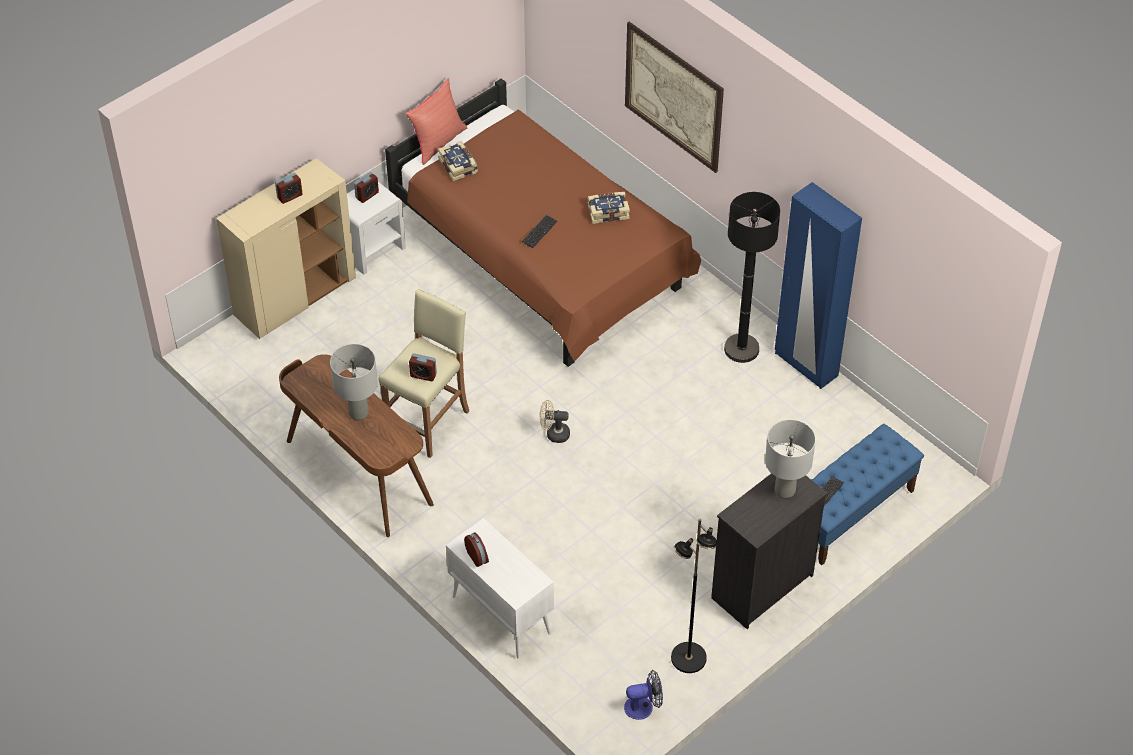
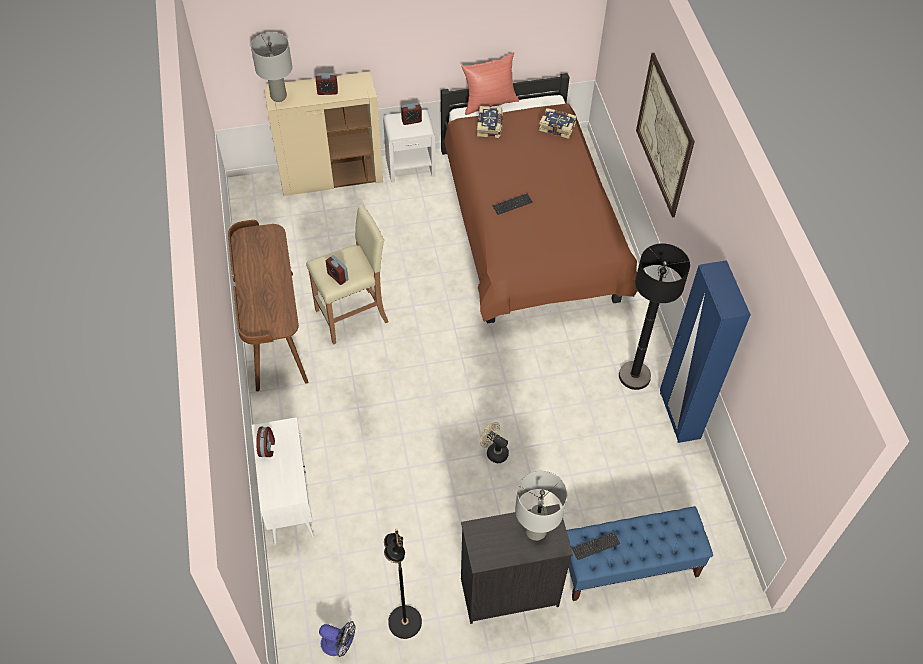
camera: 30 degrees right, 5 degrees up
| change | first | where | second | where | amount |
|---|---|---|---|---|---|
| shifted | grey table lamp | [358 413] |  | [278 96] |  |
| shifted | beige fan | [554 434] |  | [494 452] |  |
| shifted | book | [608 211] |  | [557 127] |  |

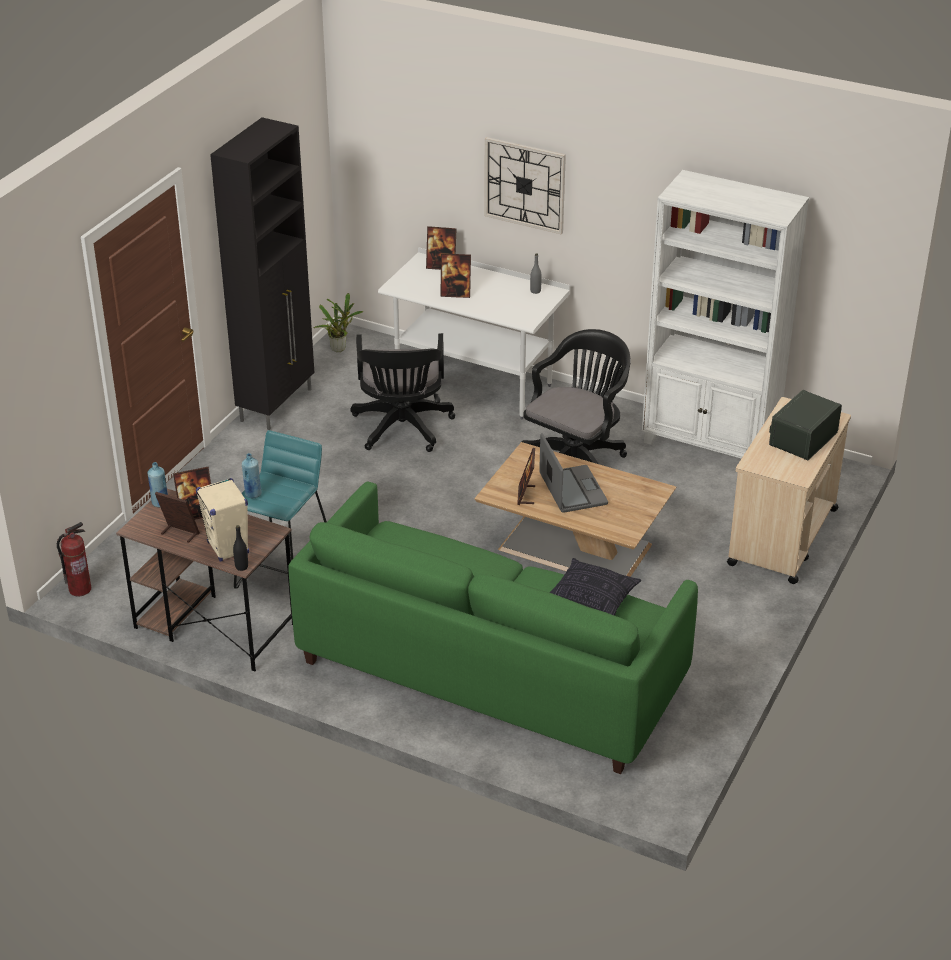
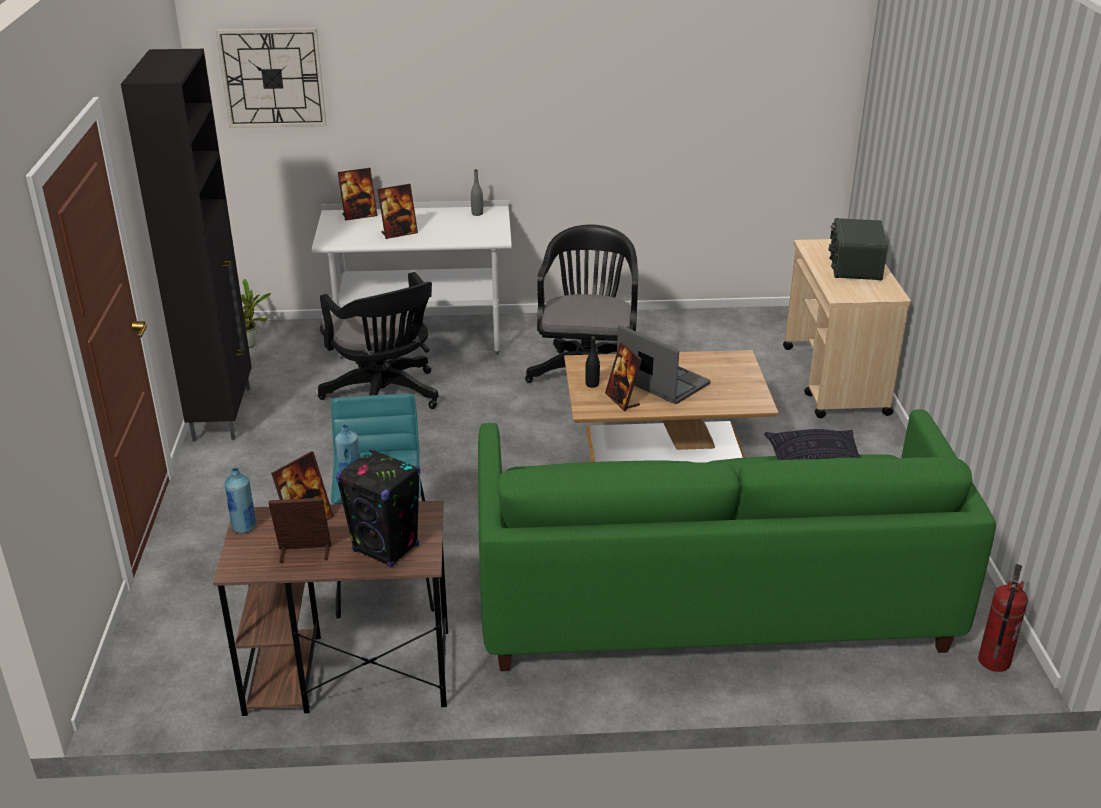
camera: 30 degrees left, 5 degrees down
| change | first | where | second | where | amount |
|---|---|---|---|---|---|
| shifted | wall clock | [524 185] |  | [272 78] |  |
| repainted | beige speaker | [228 548] | black speaker | [386 549] |  |
| shifted | black bottle | [241 567] |  | [592 384] |  |
| shifted | fire extinguisher | [80 589] |  | [993 661] |  |
| gone | white bookcase | [710 444] |  |  |  |

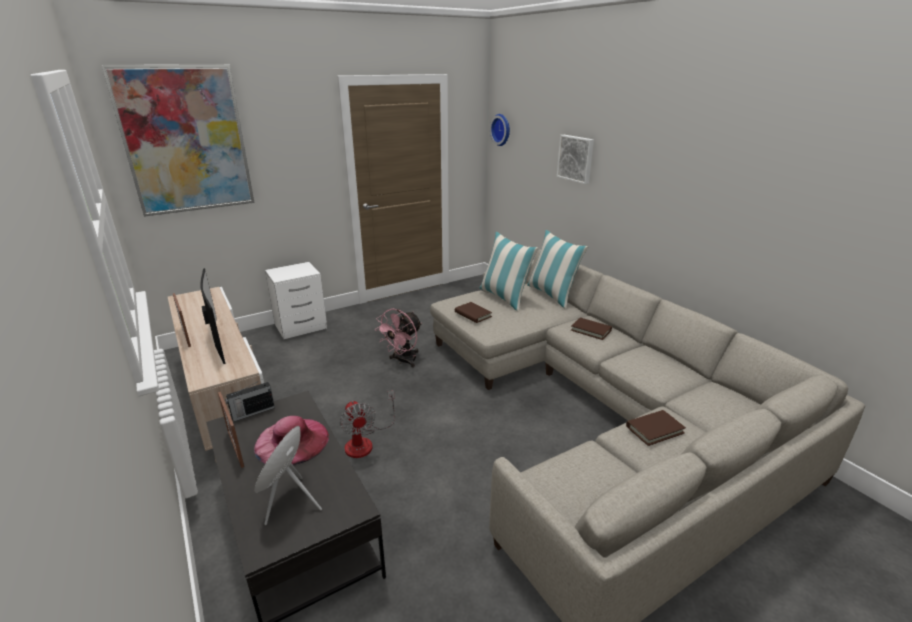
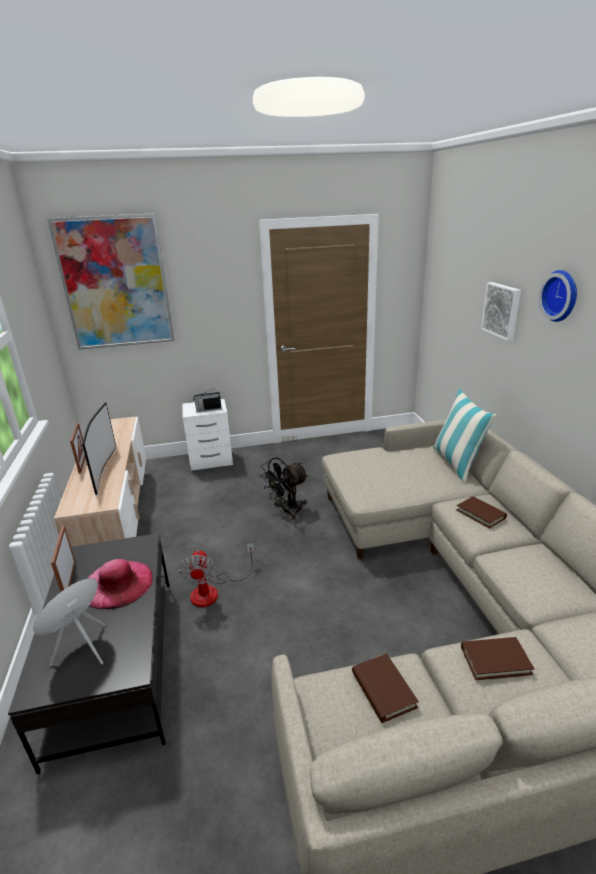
camera: 20 degrees right, 0 degrees up
| change | first | where | second | where | amount |
|---|---|---|---|---|---|
| shifted | radio | [252 412] |  | [208 410] |  |
| repainted | pink fan | [403 361] | black fan | [287 511] |  |
| shifted | brown book | [473 314] |  | [383 689] |  |
| shifted | wall clock | [502 129] |  | [561 295] |  |
| gone | pillow | [504 297] |  |  |  |

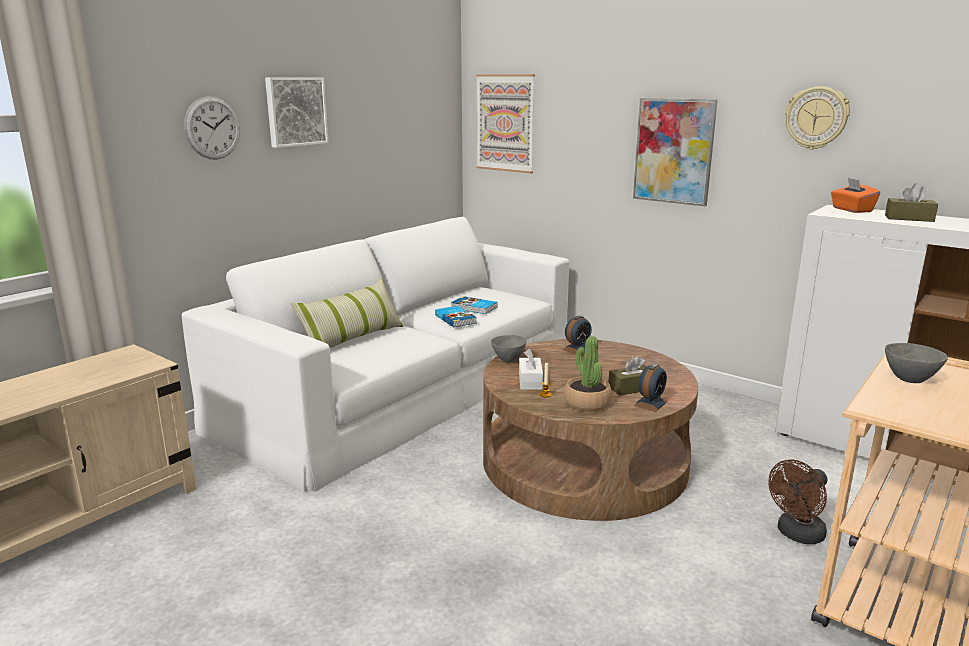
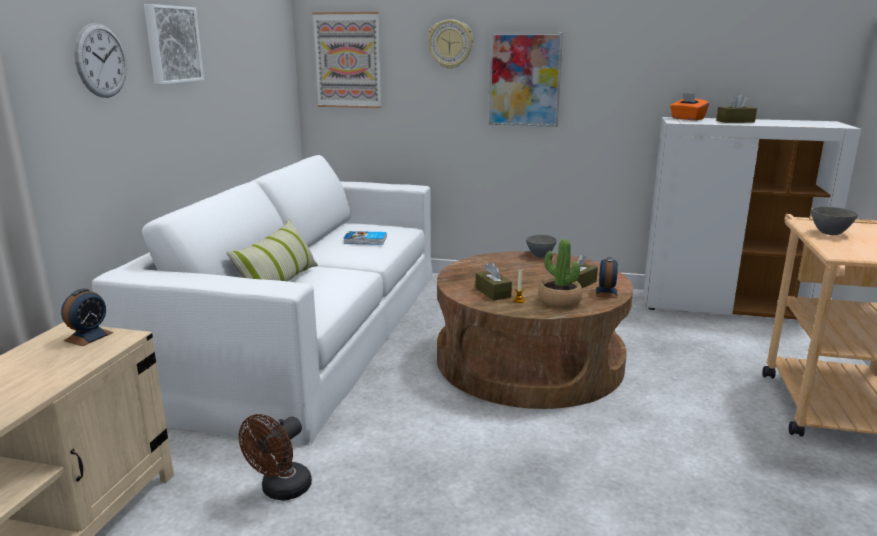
camera: 25 degrees left, 0 degrees up
| change | first | where | second | where | amount |
|---|---|---|---|---|---|
| shifted | alarm clock | [577 349] |  | [88 336] |  |
| shifted | brown fan | [796 535] |  | [281 491] |  |
| shifted | wall clock | [816 118] |  | [450 44] |  |
| repainted | white tissue box | [530 381] | brown tissue box | [493 292] |  |
| shifted | grey bowl | [508 359] |  | [540 255] |  |
| gone | book | [456 319] |  |  |  |

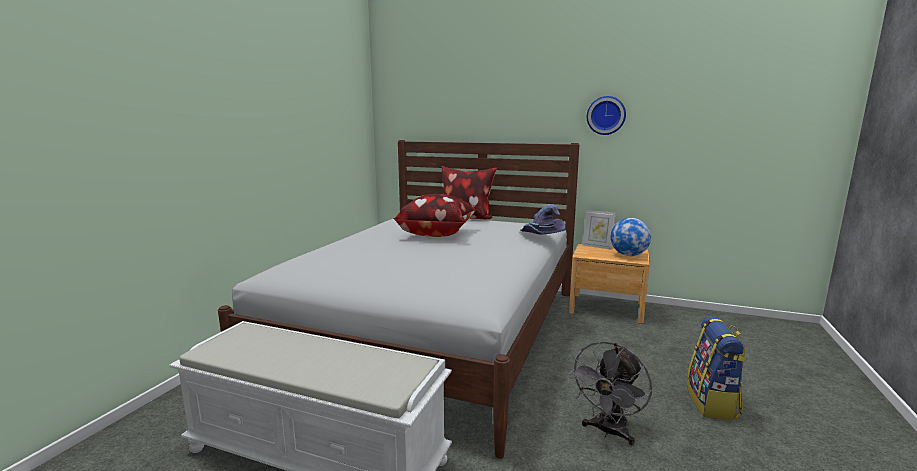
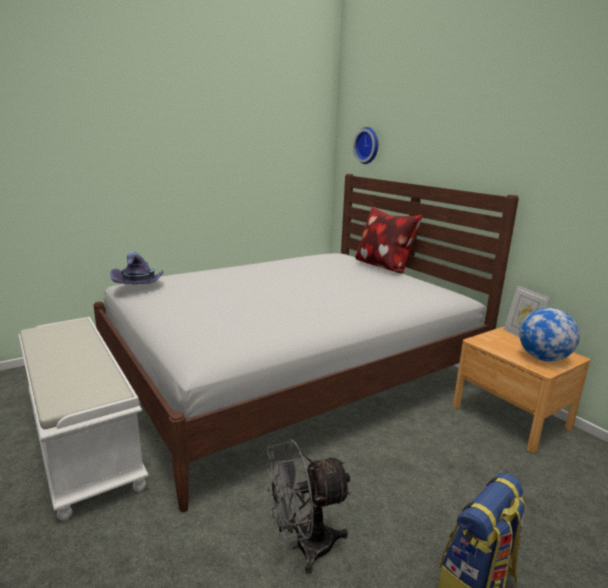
camera: 35 degrees right, 5 degrees up
| change | first | where | second | where | amount |
|---|---|---|---|---|---|
| shifted | purple hat | [541 236] |  | [139 285] |  |
| shifted | wall clock | [606 115] |  | [368 145] |  |
| gone | pillow | [436 234] |  |  |  |

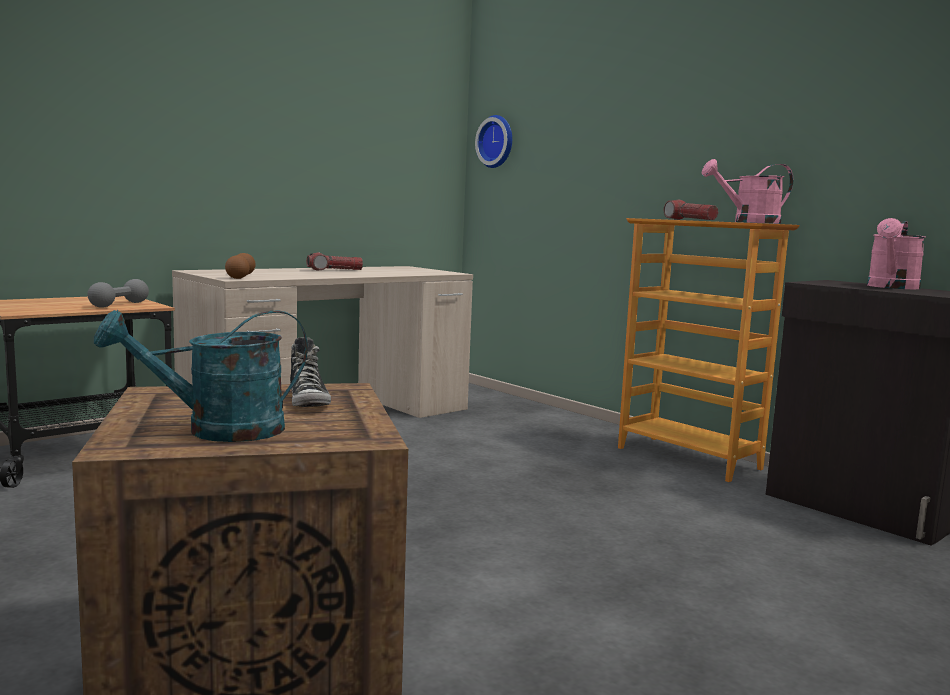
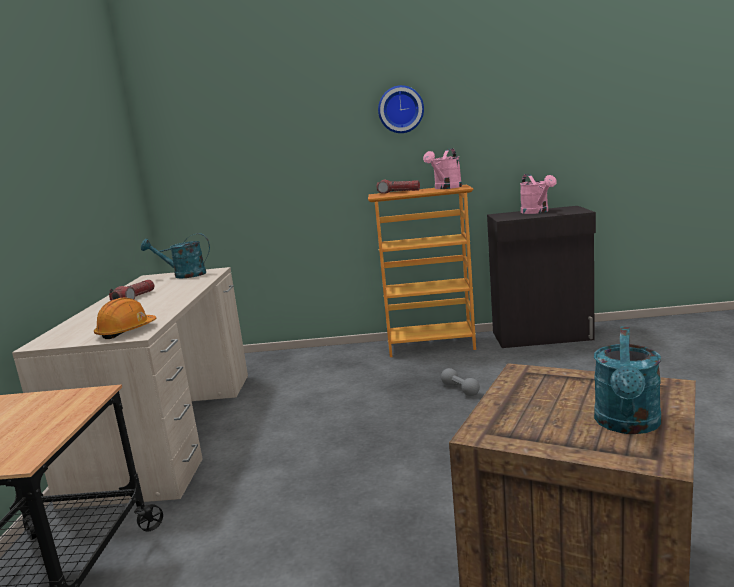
camera: 45 degrees left, 5 degrees up
| change | first | where | second | where | amount |
|---|---|---|---|---|---|
| swapped | brown dumbbell | [240 276] | orange hard hat | [126 331] |  |
| new |  |  | turquoise watering can | [184 275] |  |
| shifted | wall clock | [497 142] |  | [400 109] |  |
| shifted | grey dumbbell | [119 305] |  | [460 389] |  |
| gone | shoe | [308 401] |  |  |  |

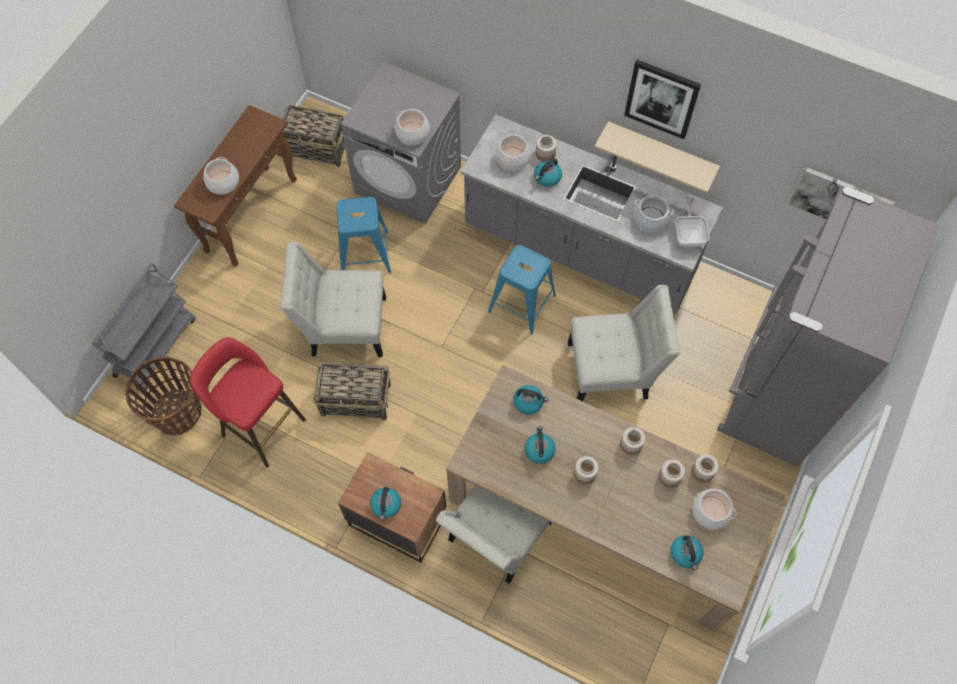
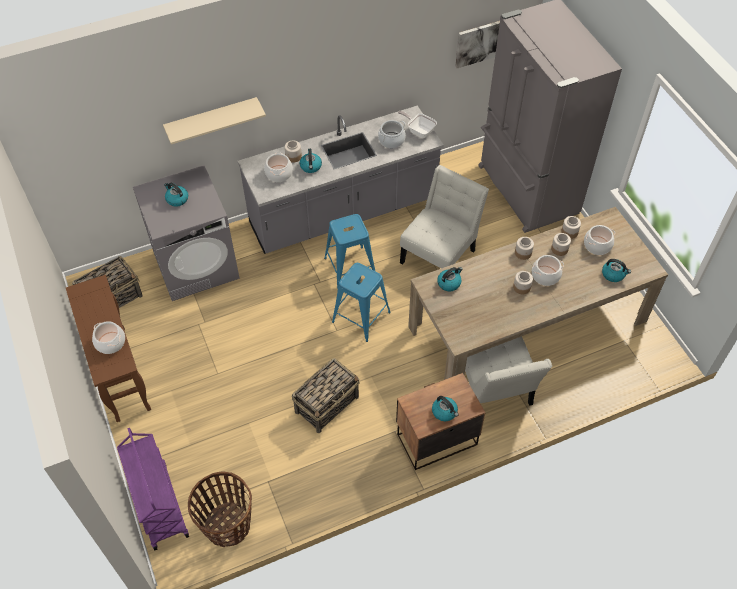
camera: 50 degrees left, 10 degrees down
| change | first | where | second | where | amount |
|---|---|---|---|---|---|
| repainted | grey cart | [155 346] | purple cart | [159 505] |  |
| shifted | beige shelf | [661 153] |  | [212 120] |  |
| shifted | kettle | [539 450] |  | [177 199] |  |
| shifted | blue stool | [364 254] |  | [361 317] |  |
| shifted | cooking pot | [413 133] |  | [545 275] |  |
| gone | red stool | [259 425] |  |  |  |
| gone | white chair | [343 325] |  |  |  |
| gone | picture | [661 98] |  |  |  |

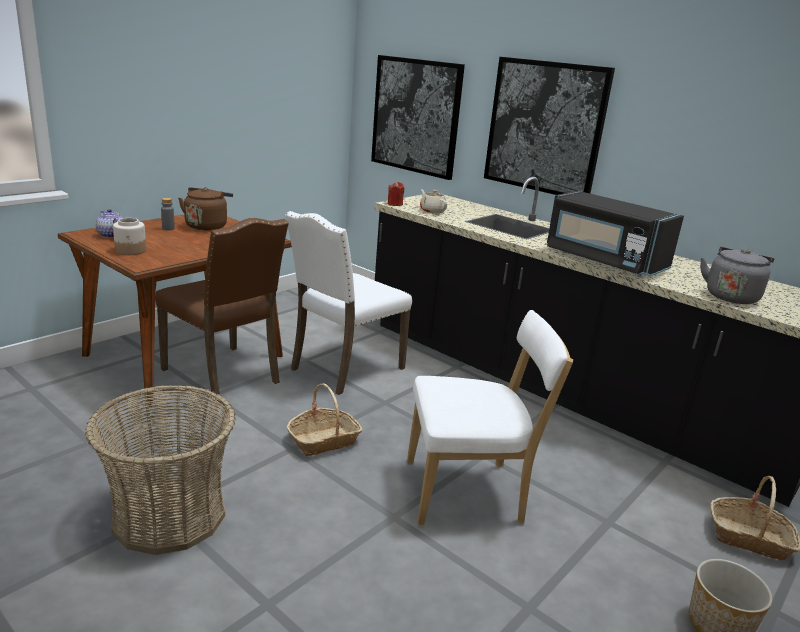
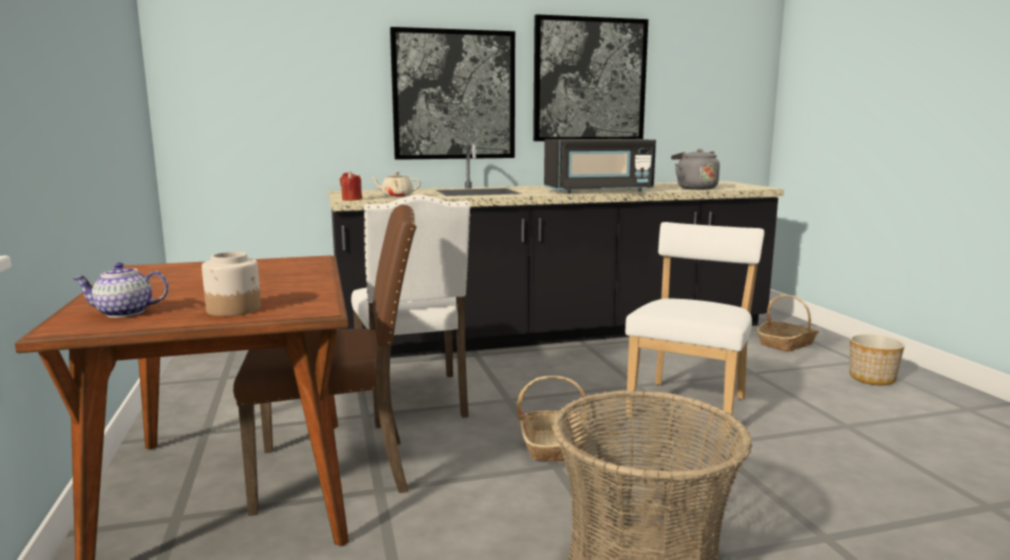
camera: 55 degrees left, 10 degrees down
| change | first | where | second | where | amount |
|---|---|---|---|---|---|
| shifted | picture | [416 116] |  | [589 80] |  |
| gone | grey bottle | [168 228] |  |  |  |
| gone | brown kettle | [207 226] |  |  |  |

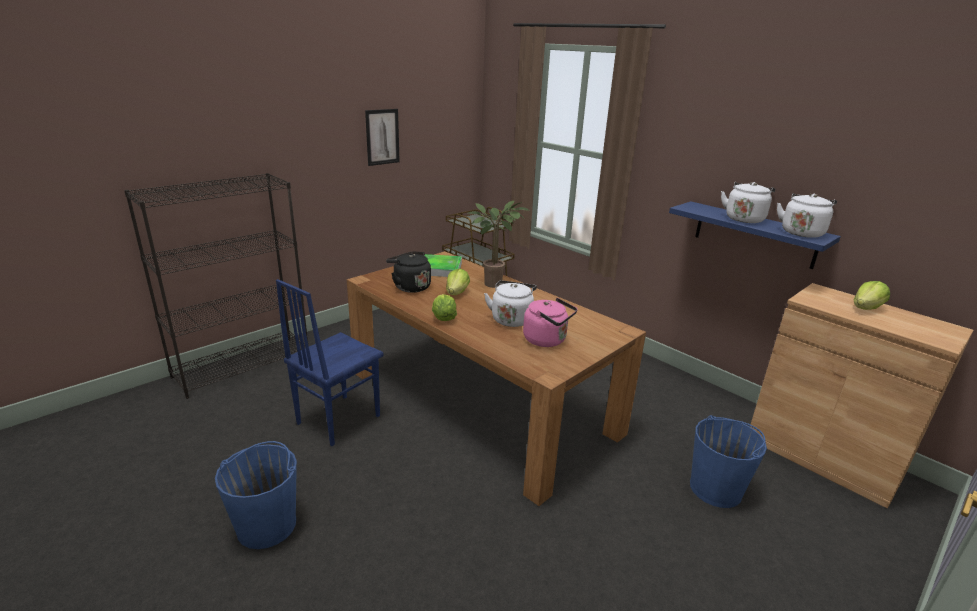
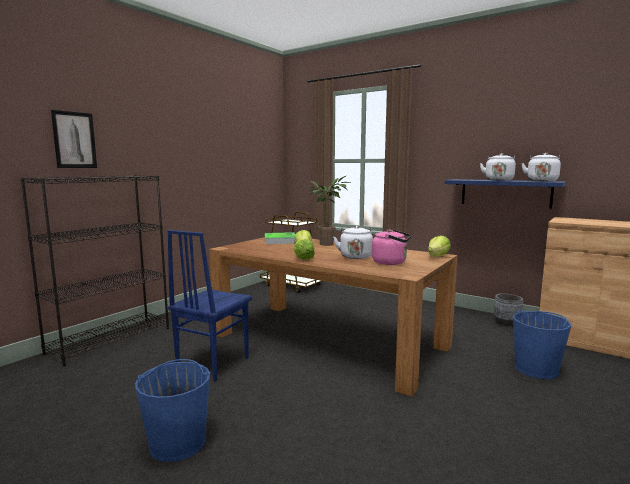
camera: 10 degrees left, 15 degrees down
| change | first | where | second | where | amount |
|---|---|---|---|---|---|
| shifted | picture | [382 137] |  | [74 140] |  |
| shifted | lettuce | [866 308] |  | [438 256] |  |
| new |  |  | grey planter | [506 322] |  |
| gone | black kettle | [410 287] |  |  |  |

